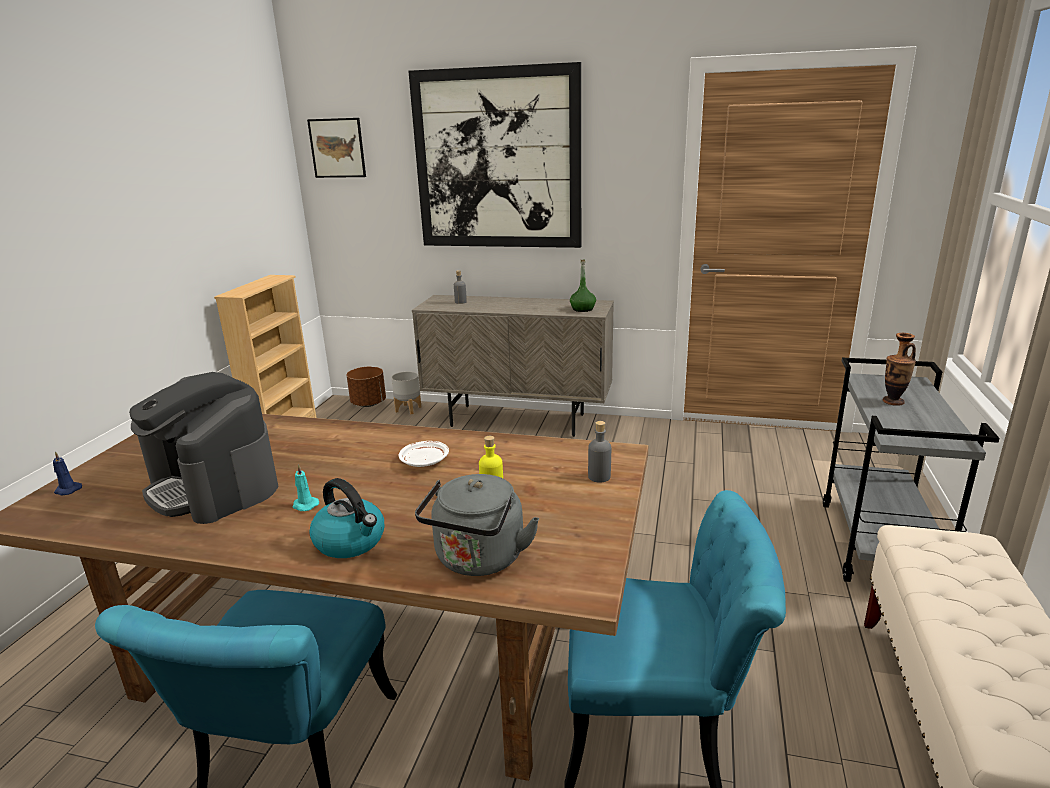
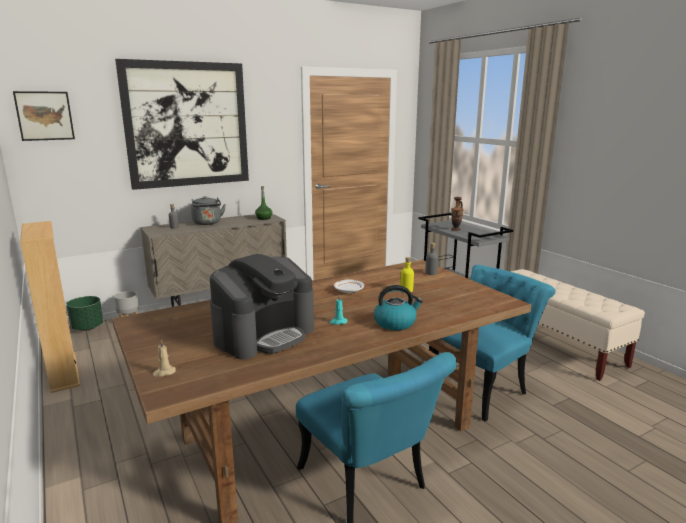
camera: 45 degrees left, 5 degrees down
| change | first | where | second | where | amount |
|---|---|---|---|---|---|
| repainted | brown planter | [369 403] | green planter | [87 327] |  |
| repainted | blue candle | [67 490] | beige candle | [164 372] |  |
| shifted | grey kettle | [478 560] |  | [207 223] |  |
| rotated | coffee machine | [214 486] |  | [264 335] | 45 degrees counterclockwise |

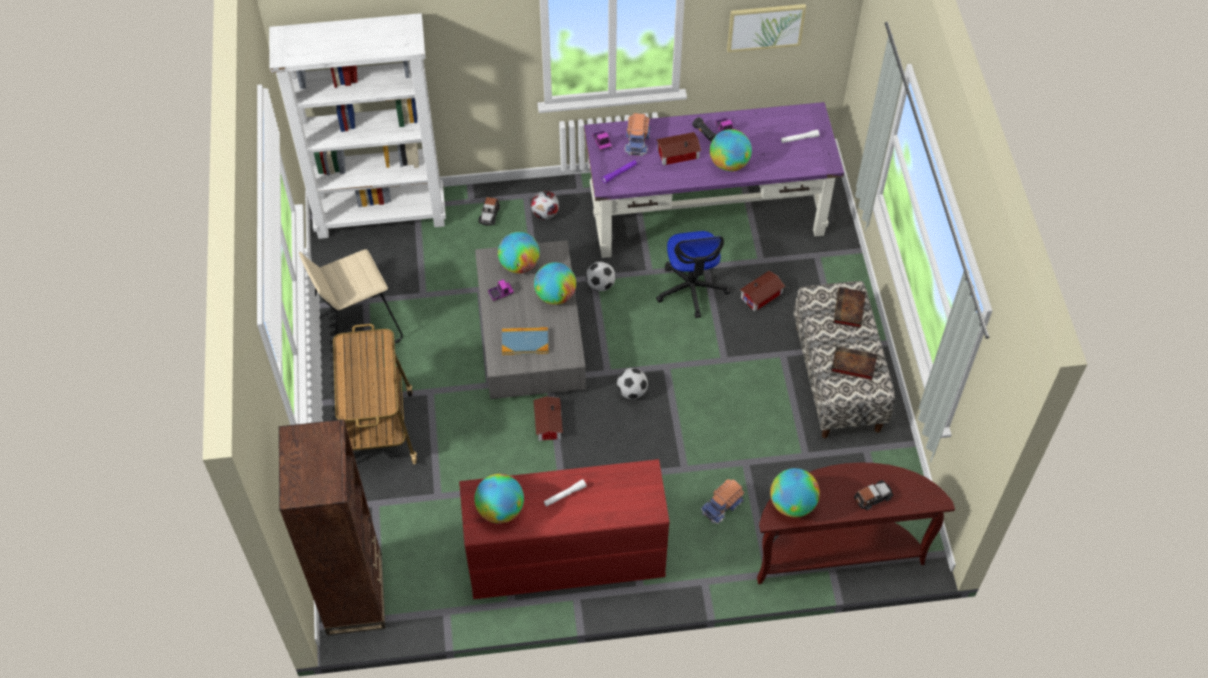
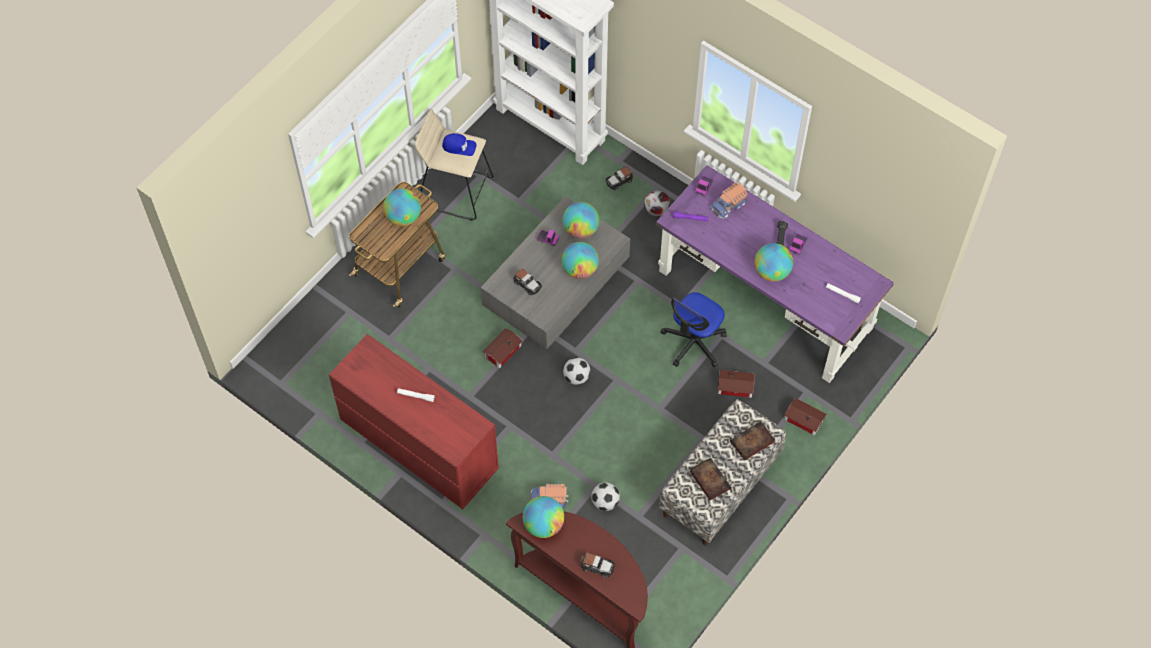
camera: 45 degrees right, 5 degrees up
| change | first | where | second | where | amount |
|---|---|---|---|---|---|
| shifted | globe | [500 509] |  | [403 217] |  |
| new |  |  | blue cap | [459 146] |  |
| swapped | book | [525 342] | toy car | [527 284] |  |
| shifted | football | [600 285] |  | [605 502] |  |
| shifted | toy house | [676 153] |  | [803 418] |  |
| gone | brown bookcase | [355 593] |  |  |  |
| gone | picture | [765 26] |  |  |  |

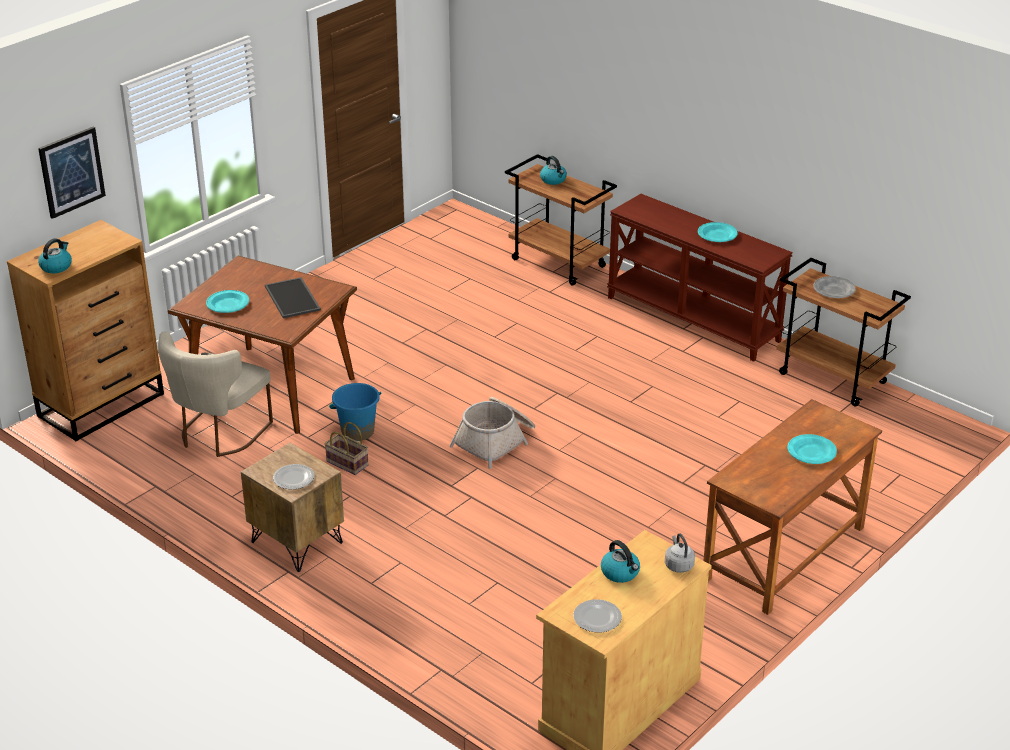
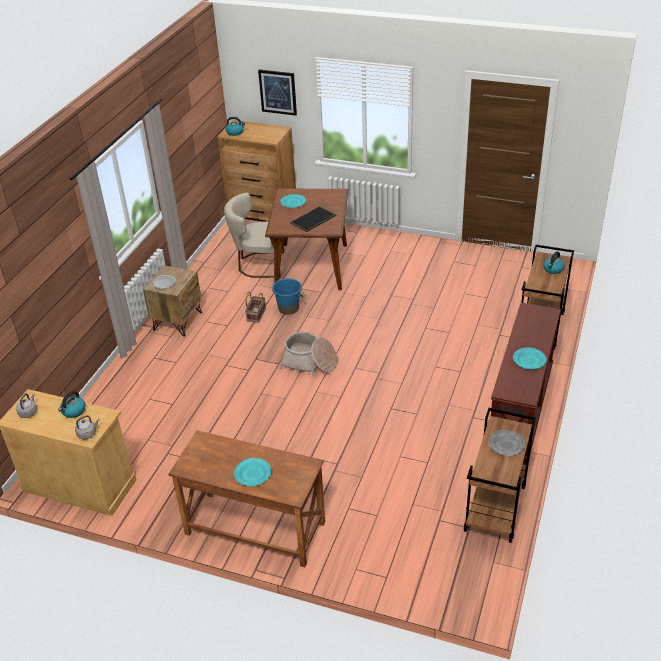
camera: 70 degrees right, 5 degrees up
| change | first | where | second | where | amount |
|---|---|---|---|---|---|
| swapped | plate | [596 618] | grey kettle | [28 412] |  |

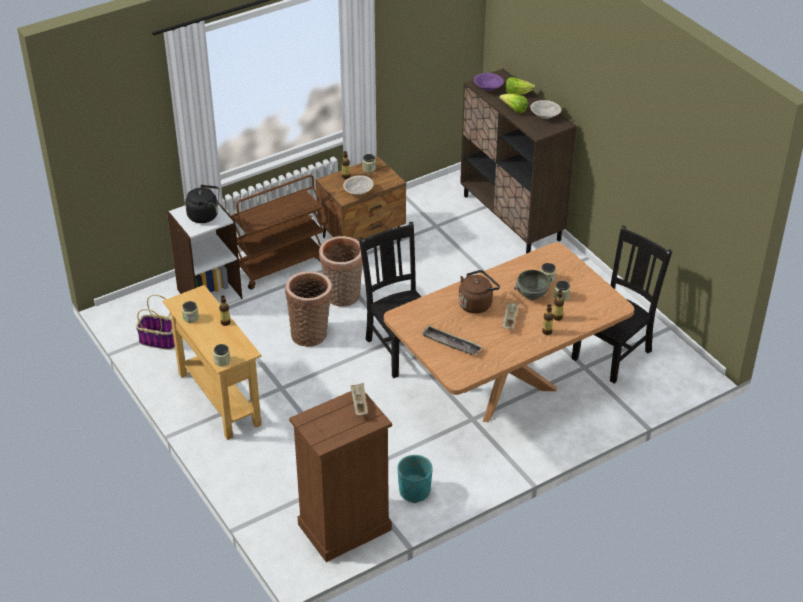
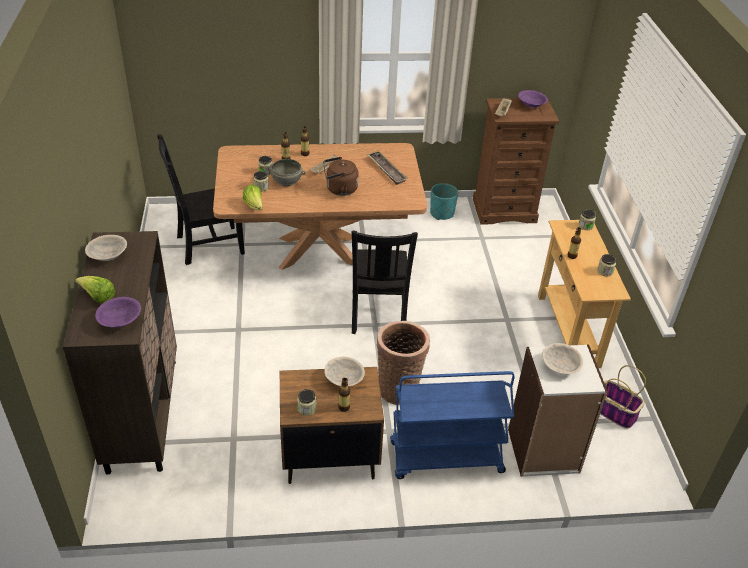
camera: 155 degrees left, 0 degrees up
| change | first | where | second | where | amount |
|---|---|---|---|---|---|
| shifted | lettuce | [514 109] |  | [254 206] |  |
| repainted | brown cart | [280 265] | blue cart | [445 458] |  |
| new |  |  | purple bowl | [531 105] |  |
| swapped | black kettle | [205 216] | beige bowl | [560 366] |  |
| gone | basket | [311 333] |  |  |  |

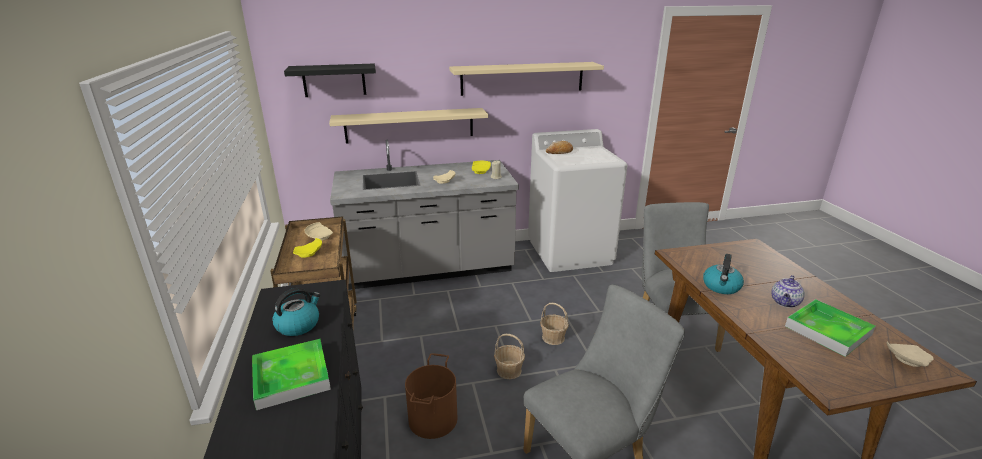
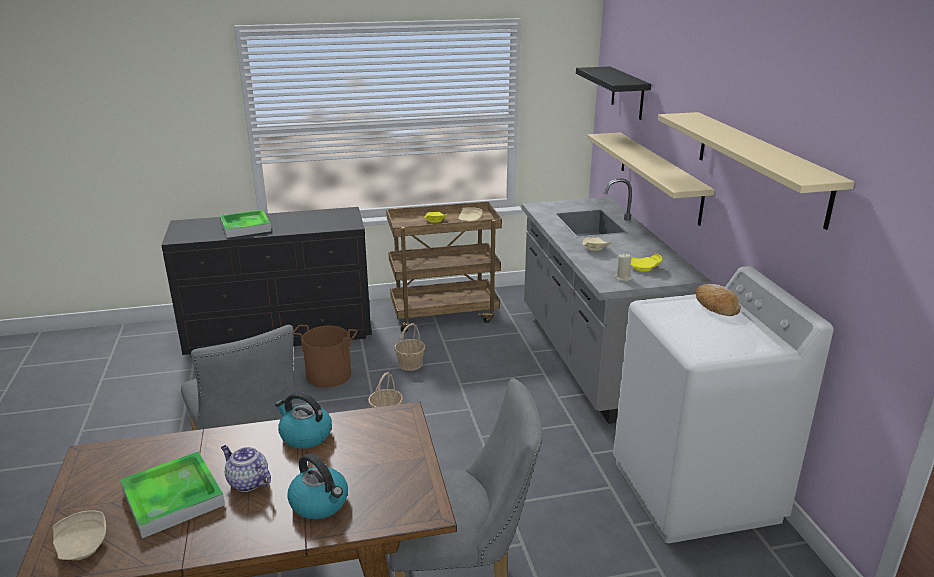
camera: 90 degrees right, 0 degrees up
| change | first | where | second | where | amount |
|---|---|---|---|---|---|
| shifted | kettle | [298 325] |  | [320 503] |  |
| shifted | basket | [553 337] |  | [410 364] |  |

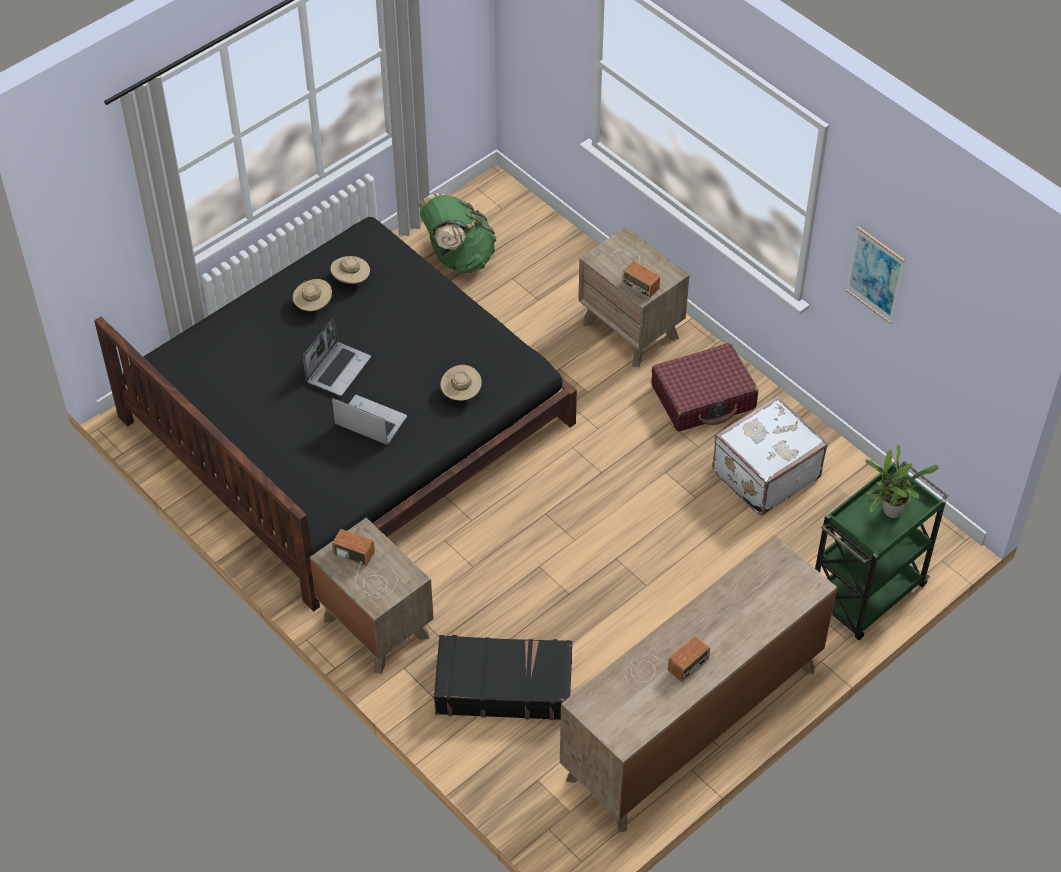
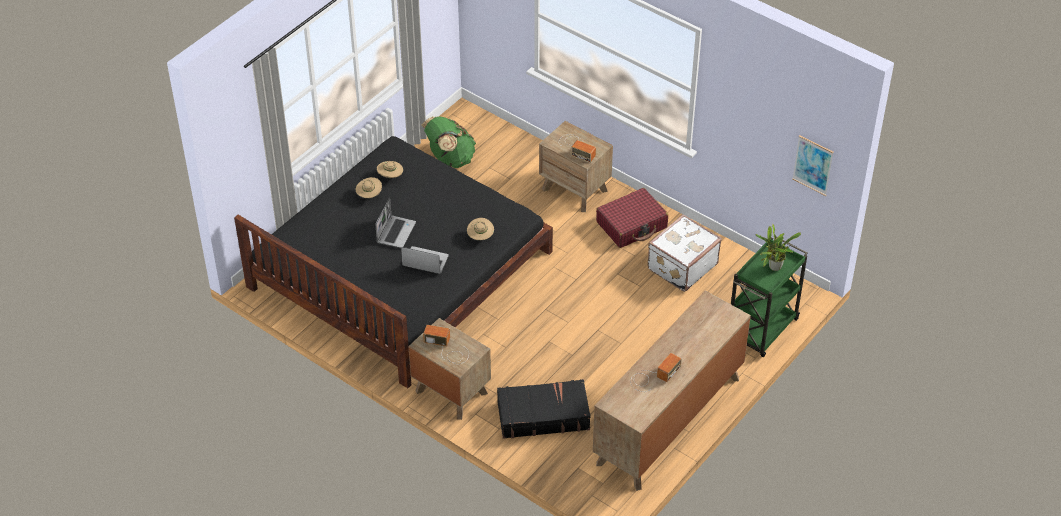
camera: 10 degrees left, 5 degrees down
| change | first | where | second | where | amount |
|---|---|---|---|---|---|
| shifted | picture | [875 275] |  | [813 165] |  |

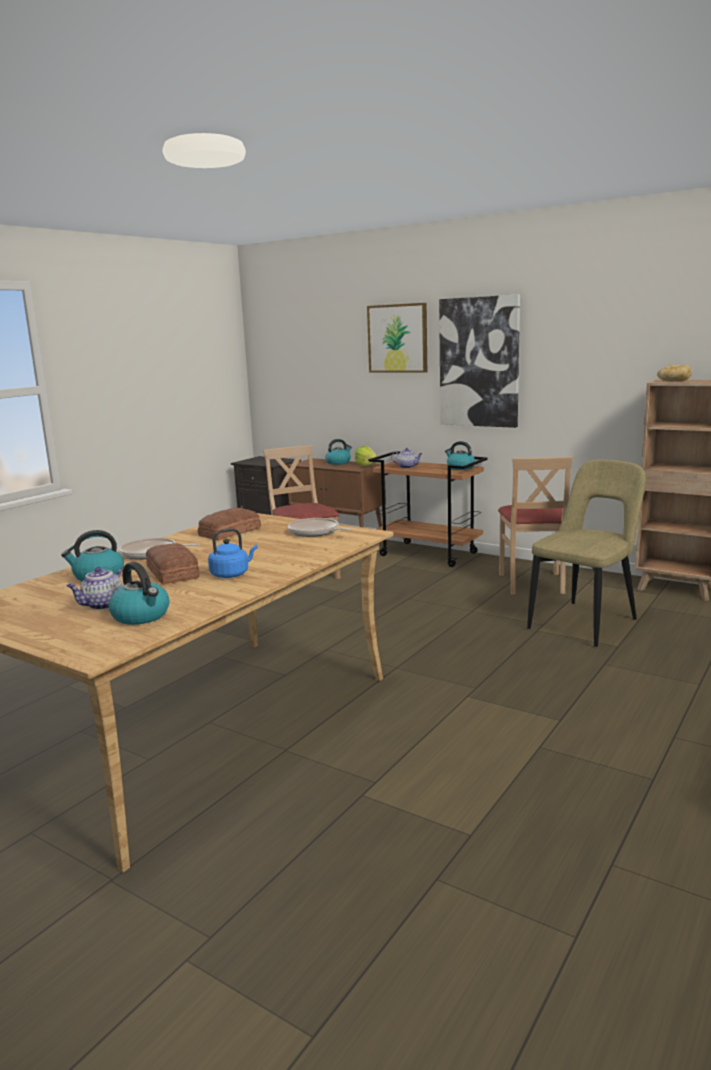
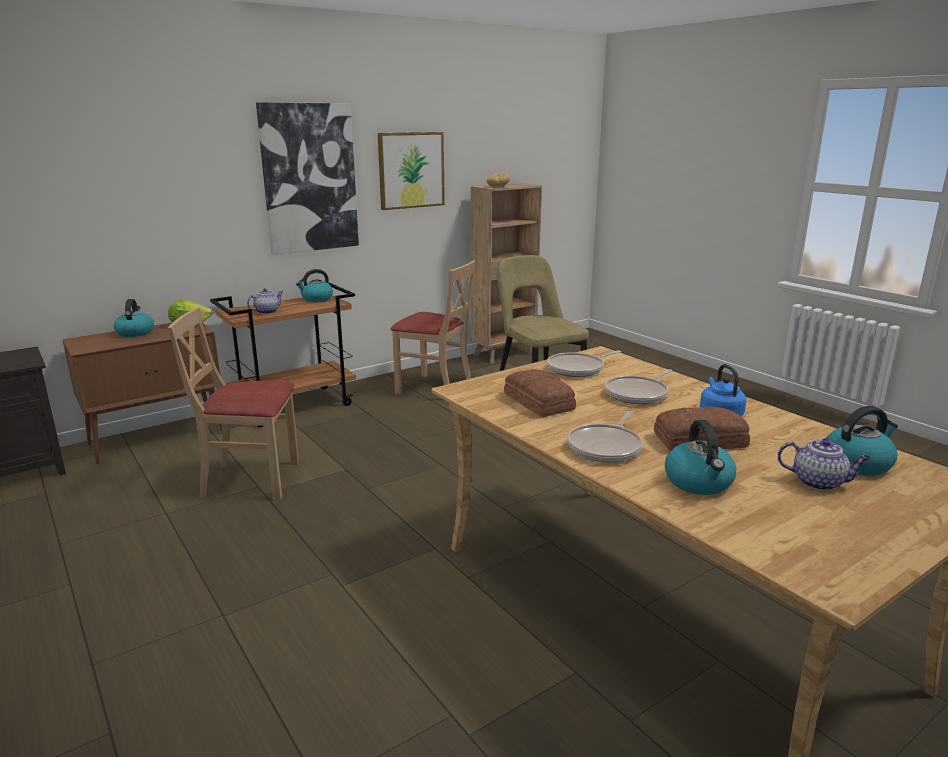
camera: 70 degrees left, 5 degrees up
| change | first | where | second | where | amount |
|---|---|---|---|---|---|
| shifted | picture | [398 338] |  | [411 170] |  |
| new |  |  | frying pan | [638 394] |  |
| rotated | teapot | [102 605] |  | [819 482] | 45 degrees counterclockwise |

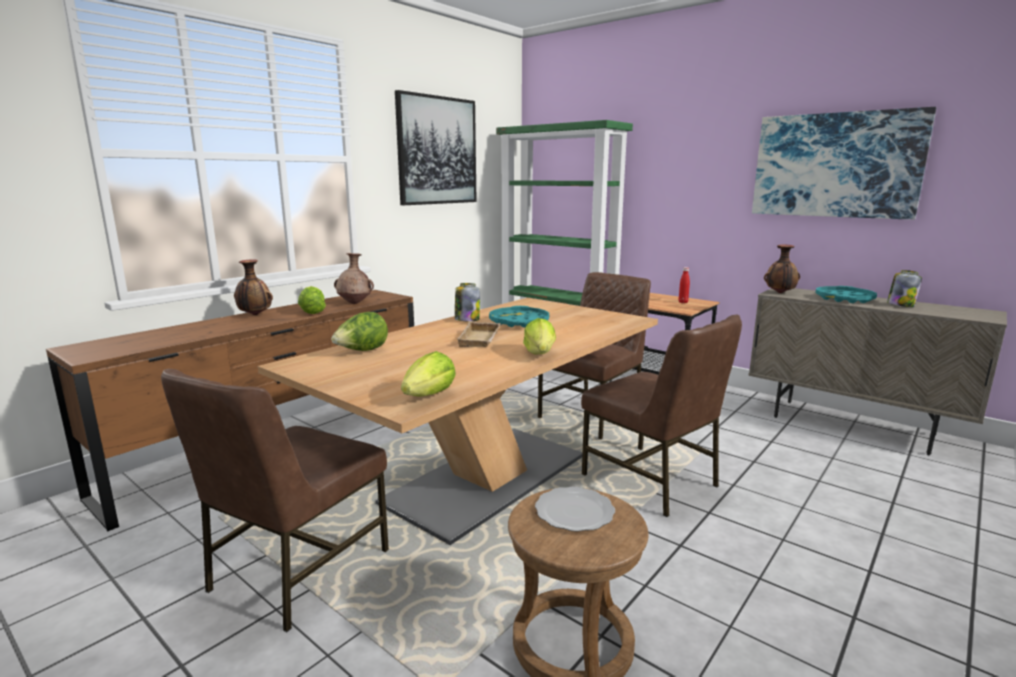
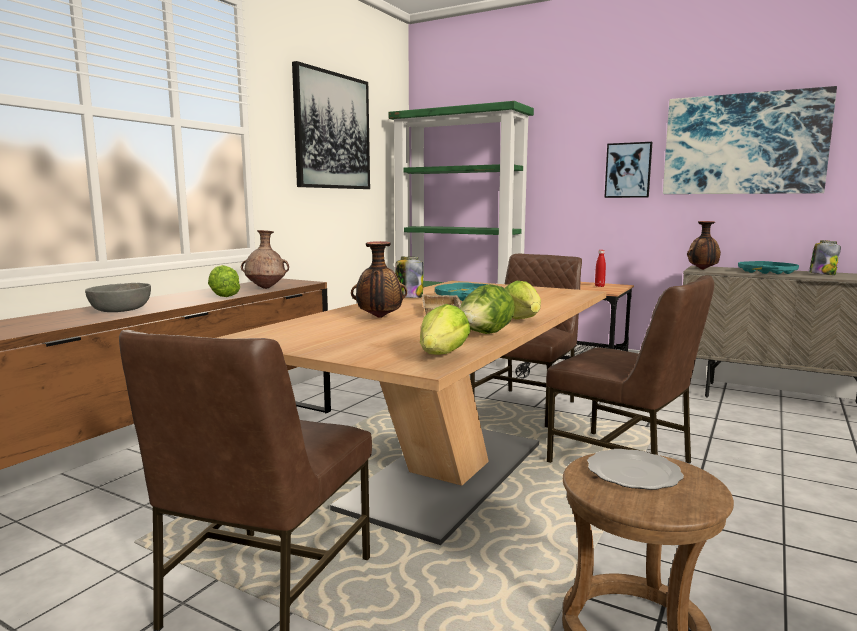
camera: 10 degrees left, 5 degrees down
| change | first | where | second | where | amount |
|---|---|---|---|---|---|
| new |  |  | grey bowl | [120 310] |  |
| shifted | vase | [255 315] |  | [379 317] |  |
| shifted | lettuce | [362 351] |  | [484 335] |  |
| new |  |  | picture | [628 170] |  |

